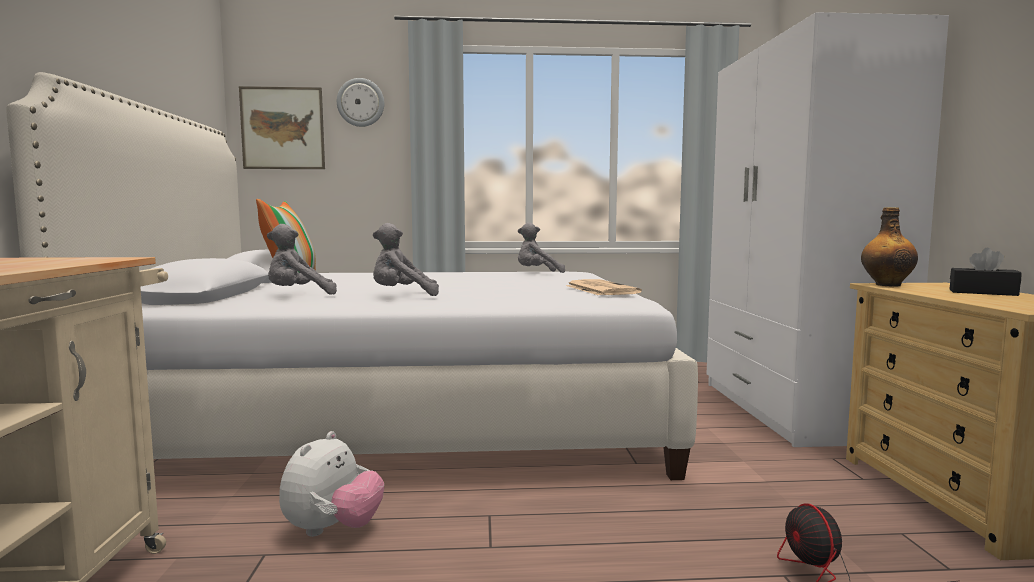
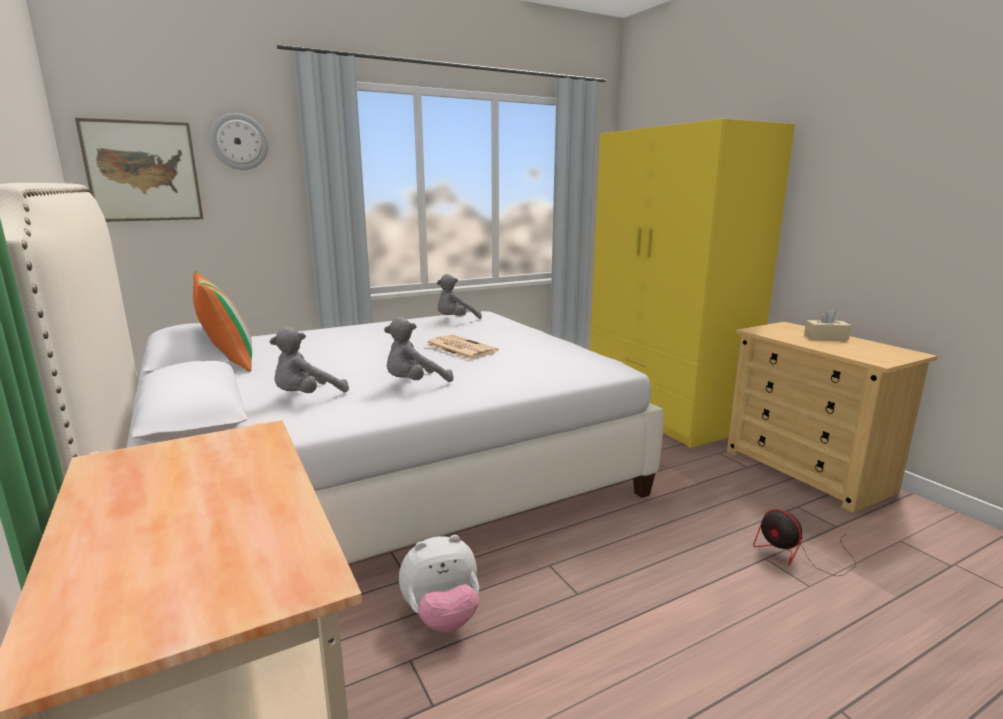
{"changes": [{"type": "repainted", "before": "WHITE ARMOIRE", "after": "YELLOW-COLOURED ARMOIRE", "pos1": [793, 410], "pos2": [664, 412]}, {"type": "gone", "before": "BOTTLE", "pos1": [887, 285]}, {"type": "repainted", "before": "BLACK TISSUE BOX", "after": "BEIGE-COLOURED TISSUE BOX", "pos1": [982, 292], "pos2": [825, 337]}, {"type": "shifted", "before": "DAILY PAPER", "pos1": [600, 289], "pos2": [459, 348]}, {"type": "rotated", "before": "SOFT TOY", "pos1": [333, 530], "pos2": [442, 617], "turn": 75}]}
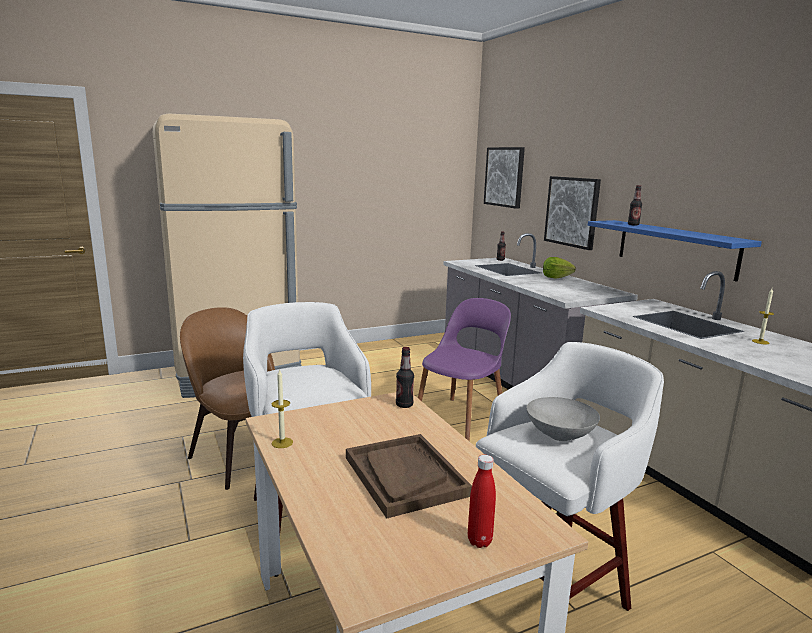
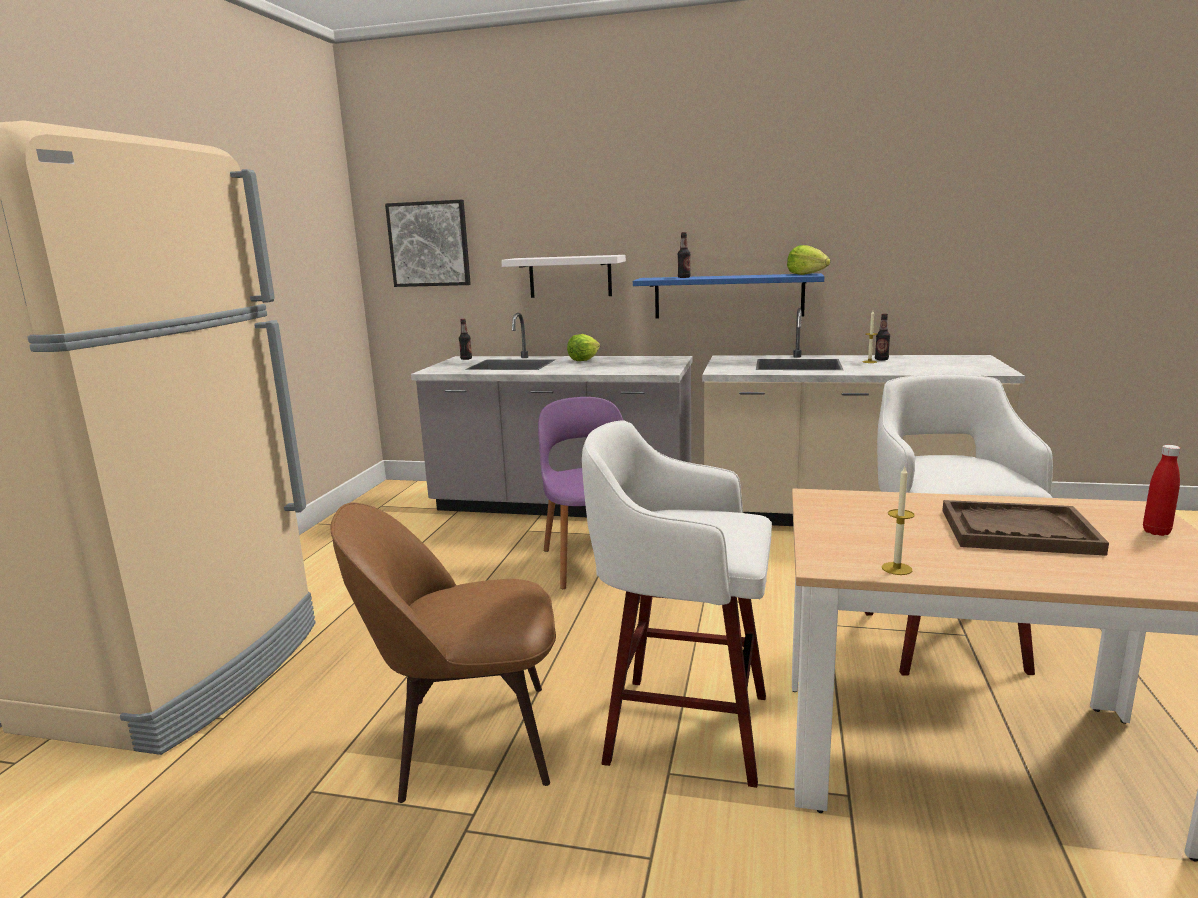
{"changes": [{"type": "swapped", "before": "WALL PICTURE", "after": "WHITE SHELF", "pos1": [572, 211], "pos2": [570, 276]}, {"type": "shifted", "before": "BOTTLE", "pos1": [404, 405], "pos2": [881, 359]}, {"type": "gone", "before": "GREY DEEP DISH", "pos1": [558, 435]}, {"type": "new", "after": "LETTUCE HEAD", "pos2": [806, 274]}]}
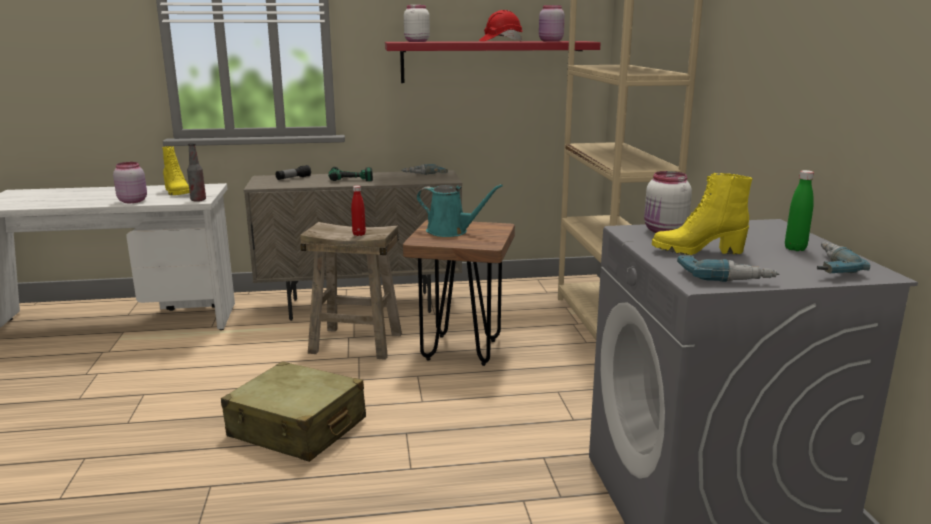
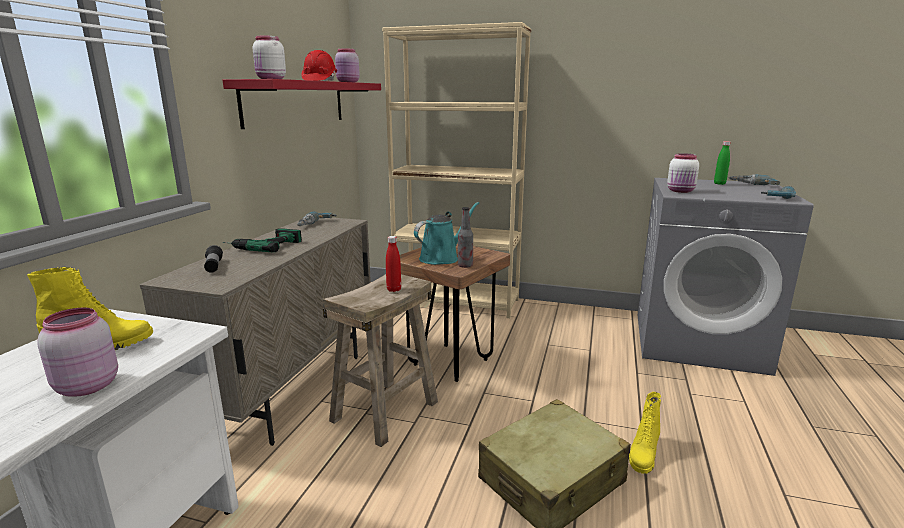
{"changes": [{"type": "shifted", "before": "BOTTLE", "pos1": [198, 200], "pos2": [465, 266]}, {"type": "shifted", "before": "YELLOW-COLOURED TALL BOOT", "pos1": [697, 251], "pos2": [643, 455]}]}
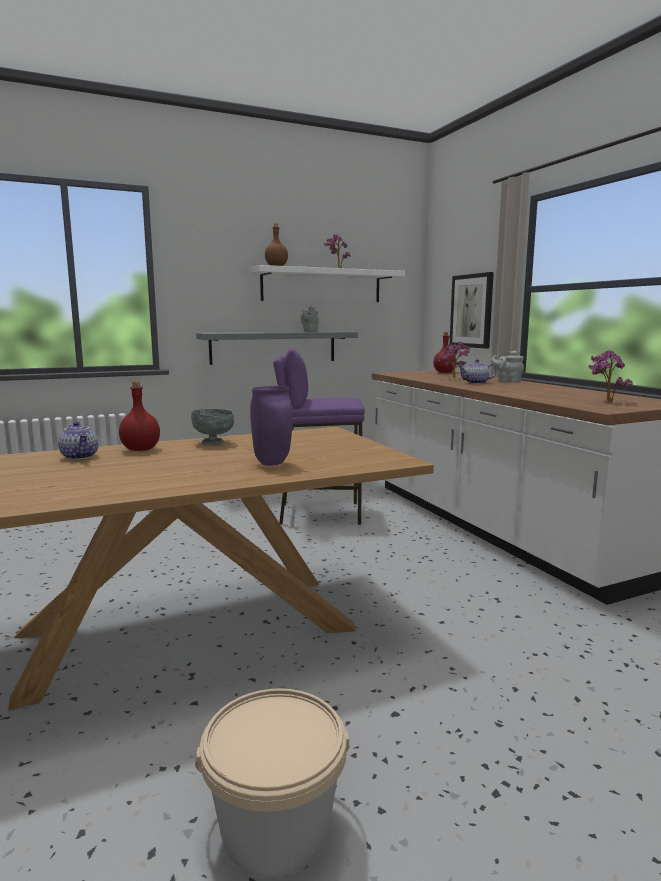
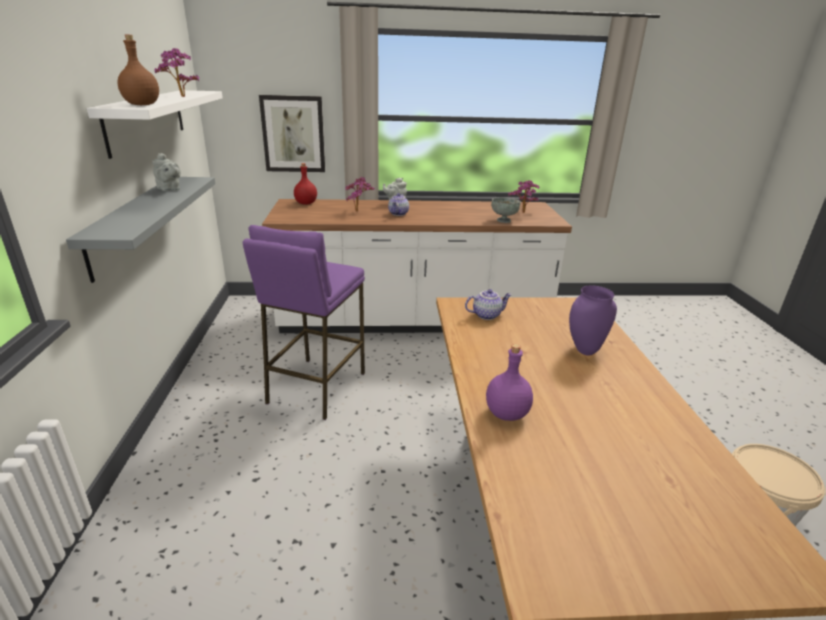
{"changes": [{"type": "repainted", "before": "RED BOTTLE", "after": "PURPLE-COLOURED BOTTLE", "pos1": [141, 449], "pos2": [506, 413]}, {"type": "shifted", "before": "GREY DEEP DISH", "pos1": [214, 443], "pos2": [503, 220]}, {"type": "shifted", "before": "TEAPOT", "pos1": [80, 457], "pos2": [486, 315]}]}
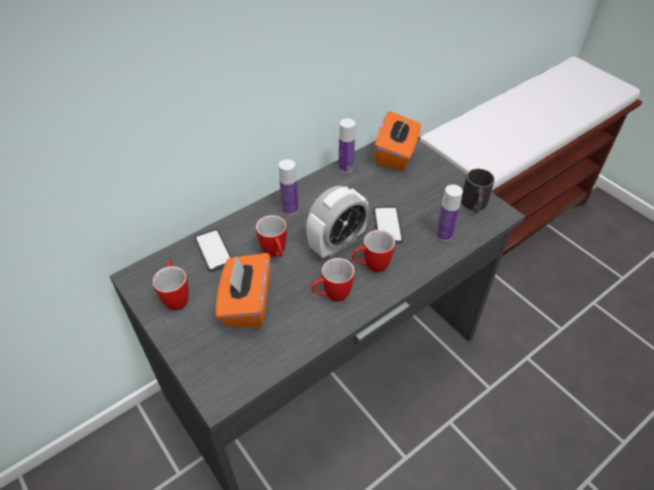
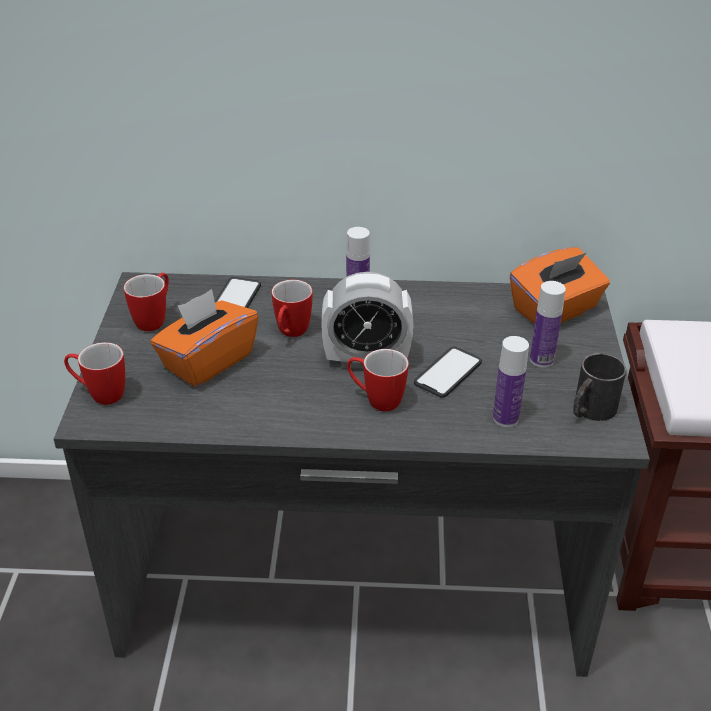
{"changes": [{"type": "shifted", "before": "BOTTLE", "pos1": [346, 167], "pos2": [541, 360]}, {"type": "shifted", "before": "TEA MUG", "pos1": [331, 296], "pos2": [100, 394]}]}
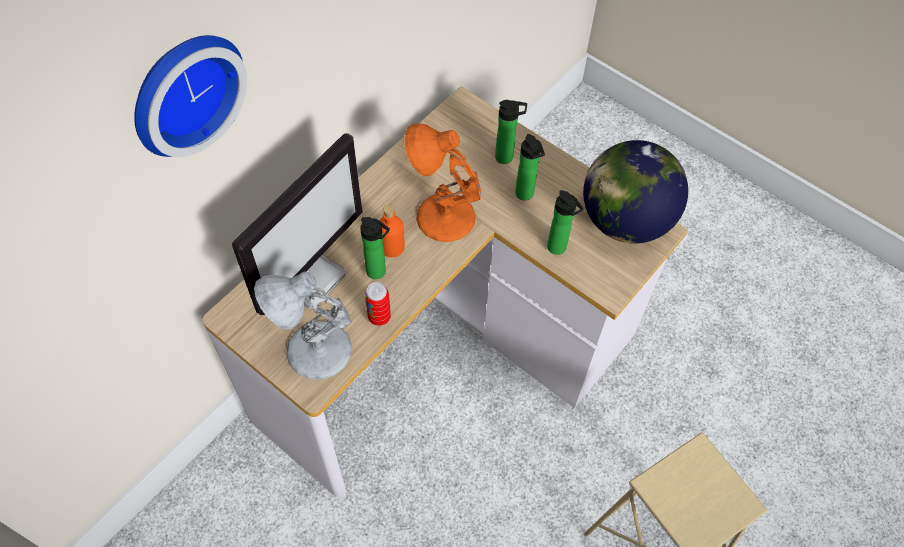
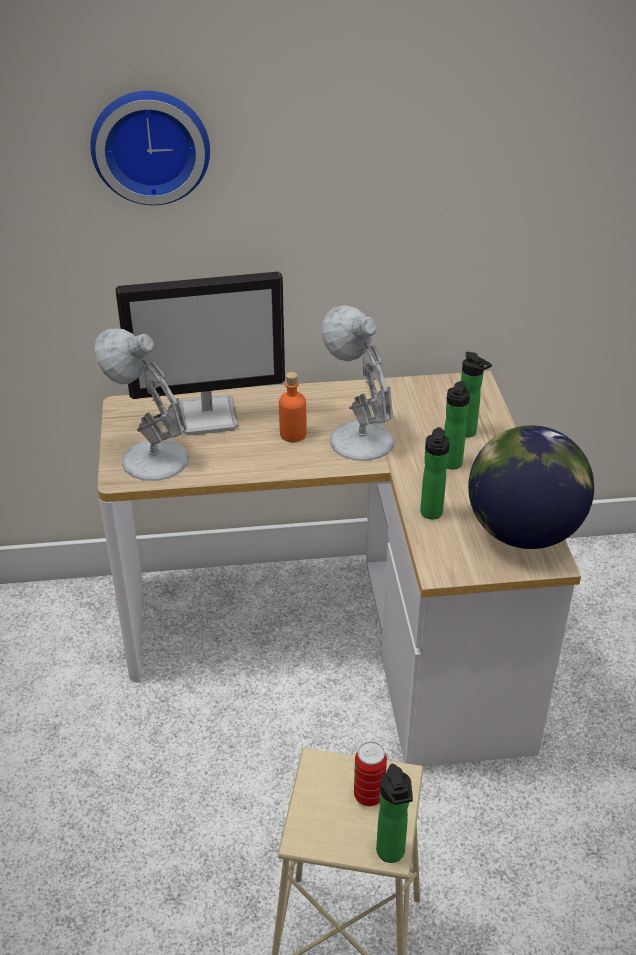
{"changes": [{"type": "repainted", "before": "ORANGE LAMP FOR A TABLE", "after": "WHITE LAMP FOR A TABLE", "pos1": [442, 217], "pos2": [359, 439]}, {"type": "shifted", "before": "BOTTLE", "pos1": [378, 273], "pos2": [391, 855]}, {"type": "shifted", "before": "METAL CAN", "pos1": [379, 317], "pos2": [369, 795]}]}
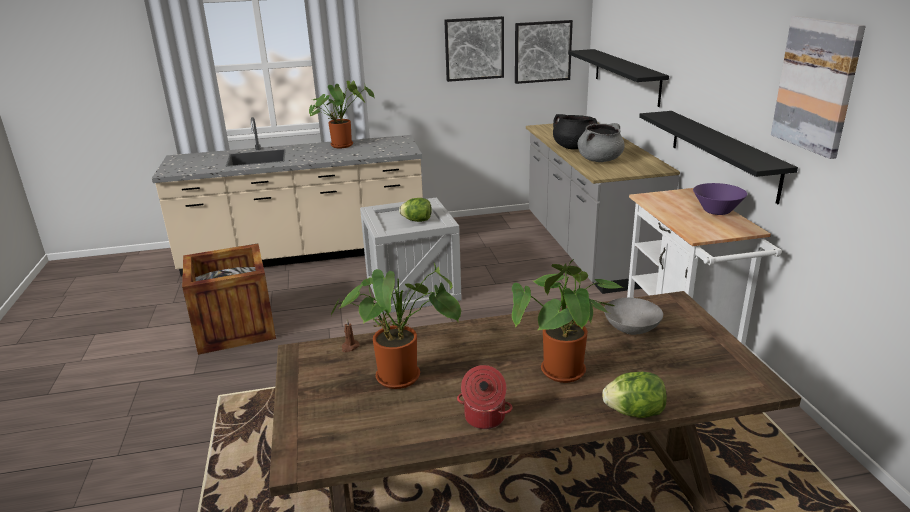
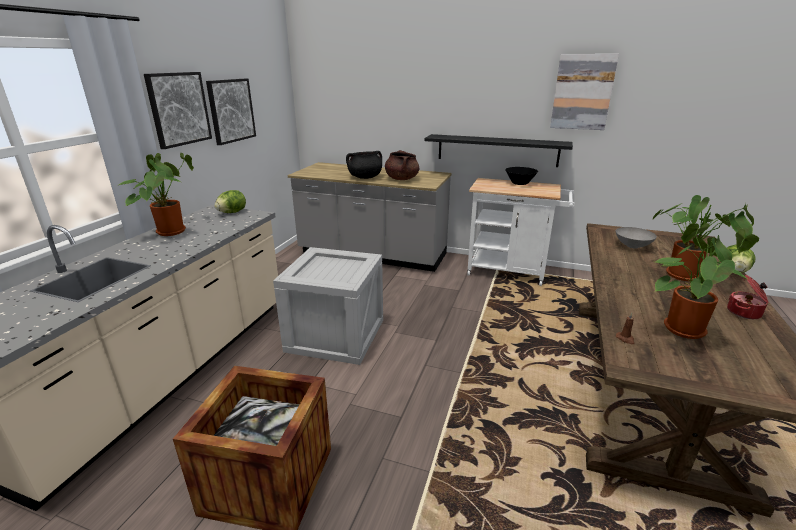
{"changes": [{"type": "shifted", "before": "WALL PICTURE", "pos1": [542, 51], "pos2": [179, 109]}, {"type": "gone", "before": "BLACK SHELF", "pos1": [626, 76]}, {"type": "repainted", "before": "GREY COOKING POT", "after": "BROWNISH COOKING POT", "pos1": [600, 160], "pos2": [401, 179]}, {"type": "repainted", "before": "PURPLE-COLOURED DEEP DISH", "after": "BLACK DEEP DISH", "pos1": [716, 211], "pos2": [520, 183]}, {"type": "shifted", "before": "LETTUCE HEAD", "pos1": [417, 220], "pos2": [232, 212]}]}
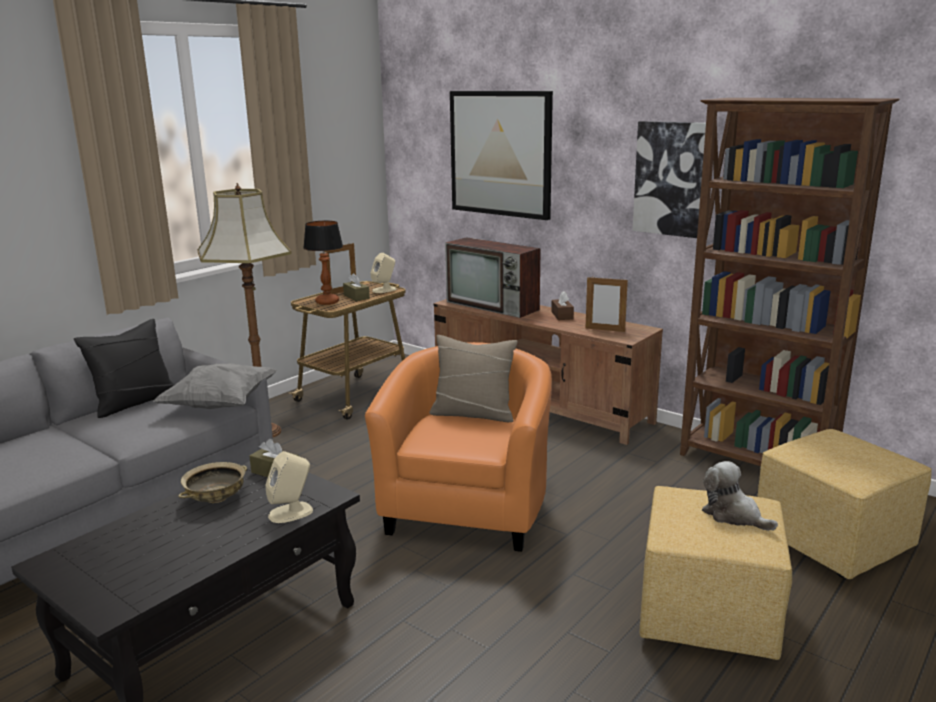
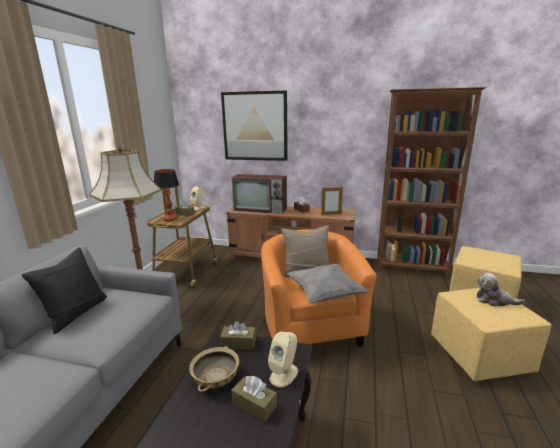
{"changes": [{"type": "gone", "before": "WALL PICTURE", "pos1": [671, 179]}, {"type": "shifted", "before": "GREY CUSHION", "pos1": [220, 405], "pos2": [325, 294]}, {"type": "new", "after": "BROWNISH TISSUE BOX", "pos2": [254, 405]}]}
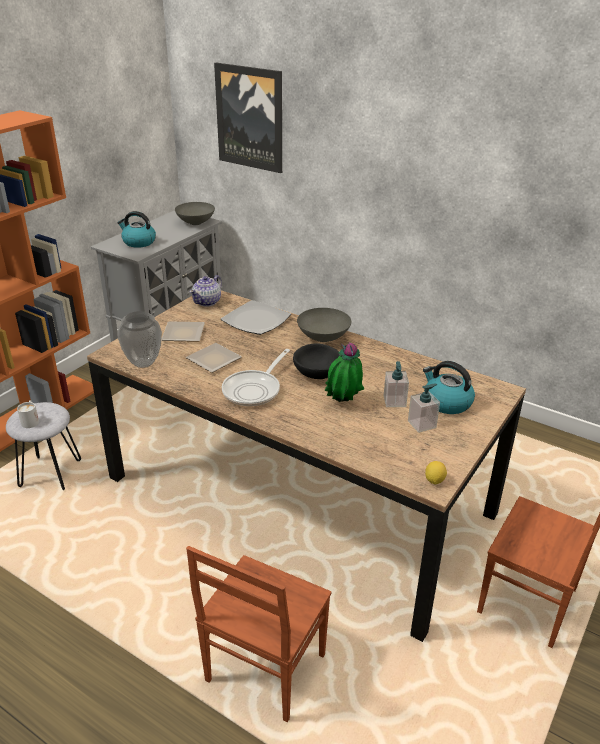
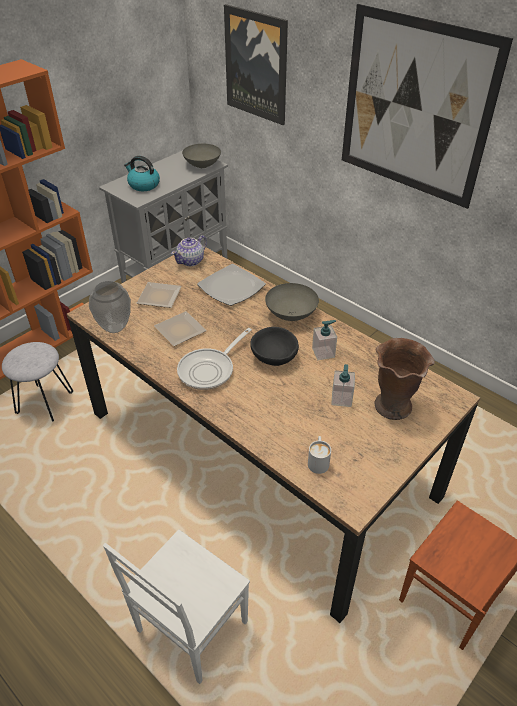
{"changes": [{"type": "gone", "before": "HOUSEPLANT", "pos1": [343, 403]}, {"type": "swapped", "before": "TEA KETTLE", "after": "BROWNISH DECORATIVE VASE", "pos1": [446, 402], "pos2": [393, 406]}, {"type": "shifted", "before": "SOAP DISPENSER", "pos1": [422, 424], "pos2": [323, 353]}, {"type": "shifted", "before": "WHITE TEA MUG", "pos1": [31, 420], "pos2": [318, 460]}, {"type": "gone", "before": "CITRUS FRUIT", "pos1": [434, 480]}, {"type": "repainted", "before": "BROWNISH PLAIN CHAIR", "after": "WHITE PLAIN CHAIR", "pos1": [263, 669], "pos2": [190, 627]}, {"type": "new", "after": "WALL PICTURE", "pos2": [414, 108]}]}
